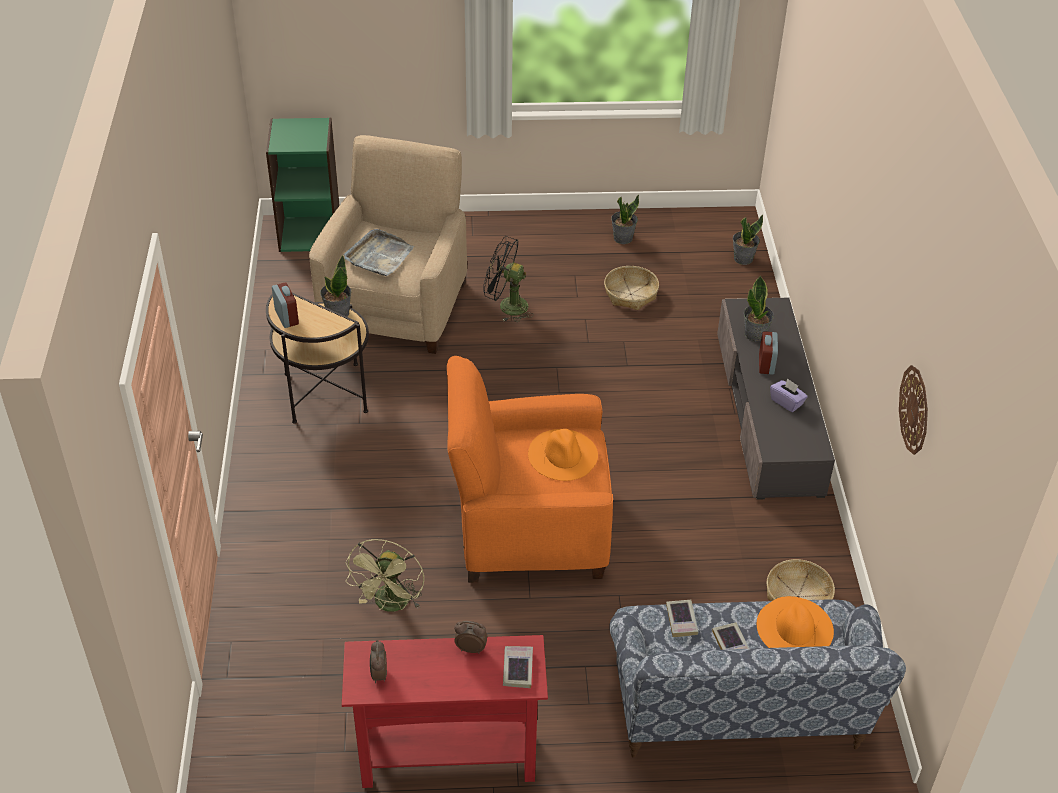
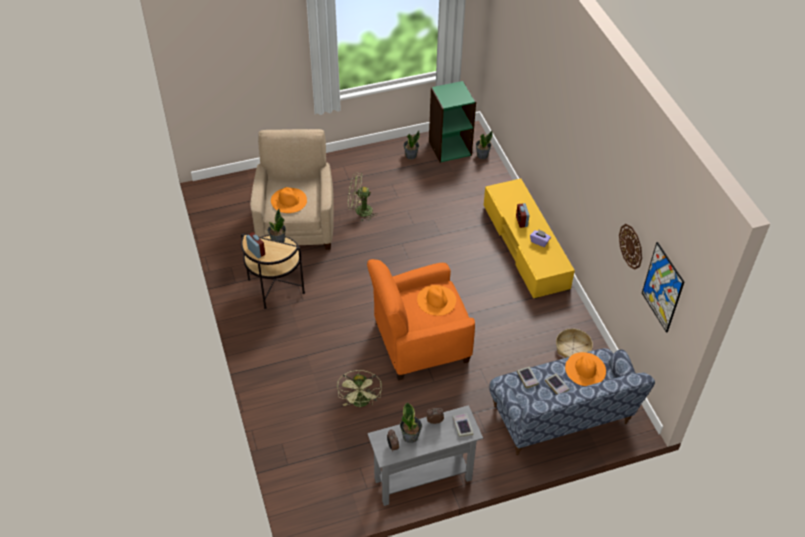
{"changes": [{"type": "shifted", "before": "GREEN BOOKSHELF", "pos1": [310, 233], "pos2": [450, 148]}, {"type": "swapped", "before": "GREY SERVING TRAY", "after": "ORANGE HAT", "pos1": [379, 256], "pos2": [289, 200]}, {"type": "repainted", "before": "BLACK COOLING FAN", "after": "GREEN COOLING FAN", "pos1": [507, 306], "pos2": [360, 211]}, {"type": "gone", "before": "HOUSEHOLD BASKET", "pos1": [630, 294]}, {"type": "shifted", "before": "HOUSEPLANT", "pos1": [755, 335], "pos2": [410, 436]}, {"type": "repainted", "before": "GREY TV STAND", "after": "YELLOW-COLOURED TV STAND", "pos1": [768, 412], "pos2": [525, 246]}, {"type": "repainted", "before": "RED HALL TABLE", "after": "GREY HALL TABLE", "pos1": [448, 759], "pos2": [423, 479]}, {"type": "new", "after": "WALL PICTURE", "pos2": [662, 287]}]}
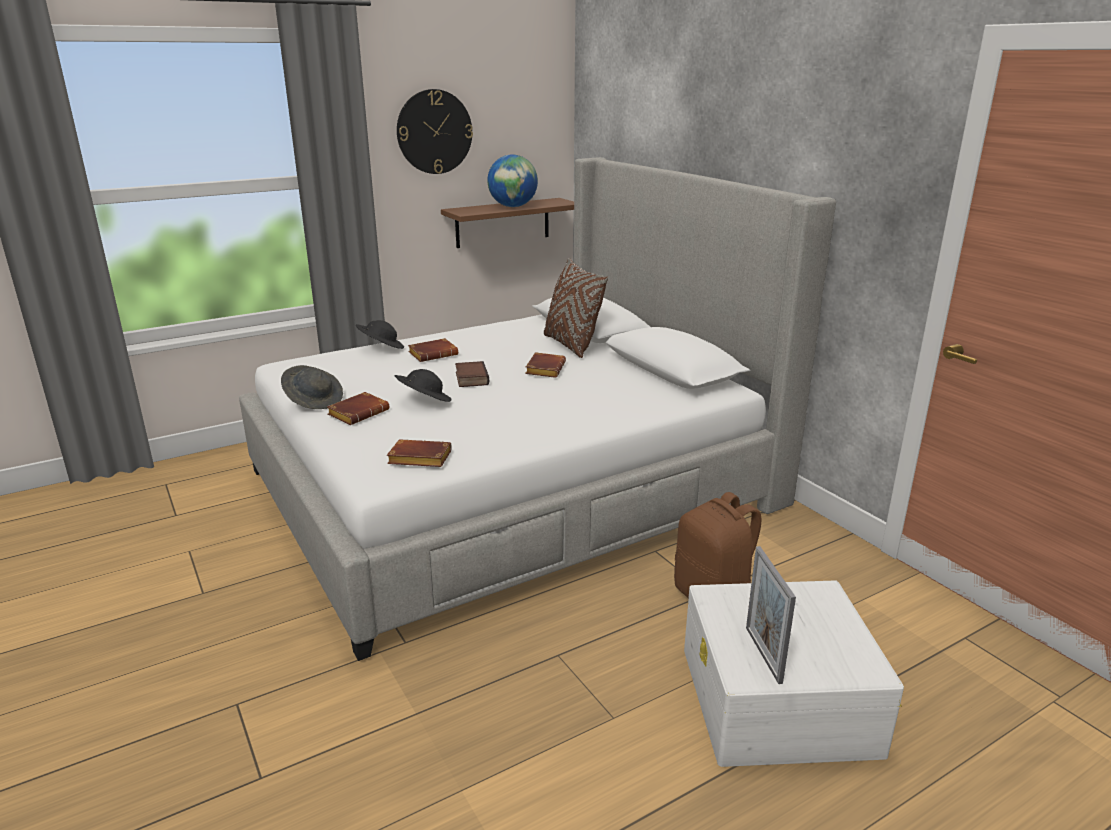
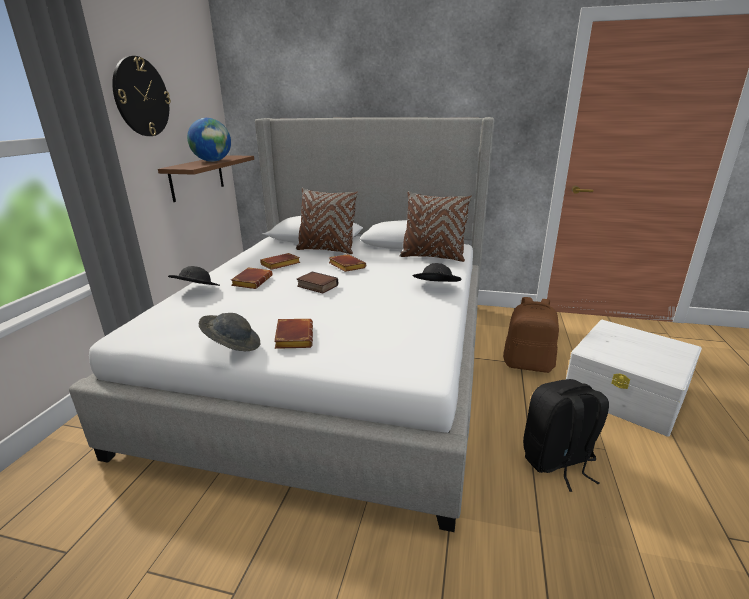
{"changes": [{"type": "shifted", "before": "BLACK HAT", "pos1": [423, 401], "pos2": [435, 288]}, {"type": "shifted", "before": "BROWNISH BOOK", "pos1": [418, 459], "pos2": [280, 265]}, {"type": "gone", "before": "STANDING FRAME", "pos1": [763, 654]}, {"type": "new", "after": "BROWNISH CUSHION", "pos2": [433, 257]}, {"type": "new", "after": "BLACK BACKPACK", "pos2": [557, 461]}]}
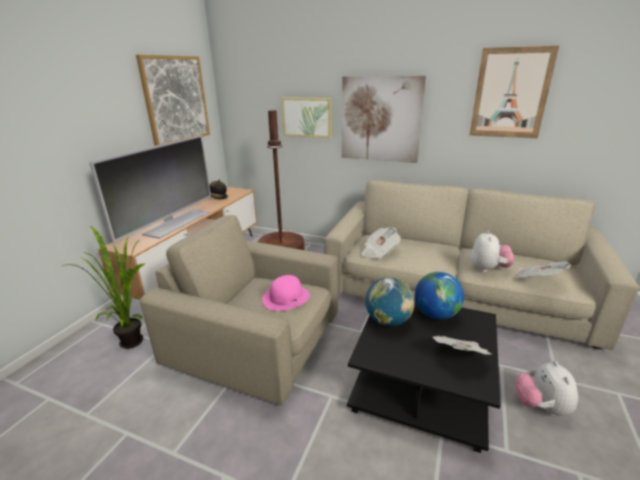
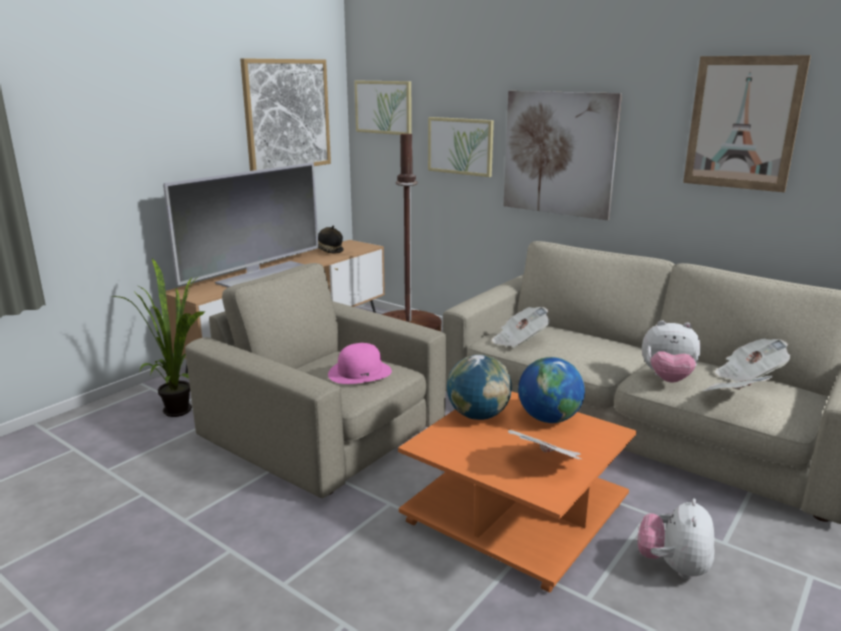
{"changes": [{"type": "rotated", "before": "SOFT TOY", "pos1": [488, 269], "pos2": [667, 379], "turn": 75}, {"type": "repainted", "before": "BLACK LOW TABLE", "after": "ORANGE LOW TABLE", "pos1": [422, 384], "pos2": [518, 513]}, {"type": "new", "after": "WALL PICTURE", "pos2": [383, 107]}, {"type": "new", "after": "DAILY PAPER", "pos2": [748, 376]}]}
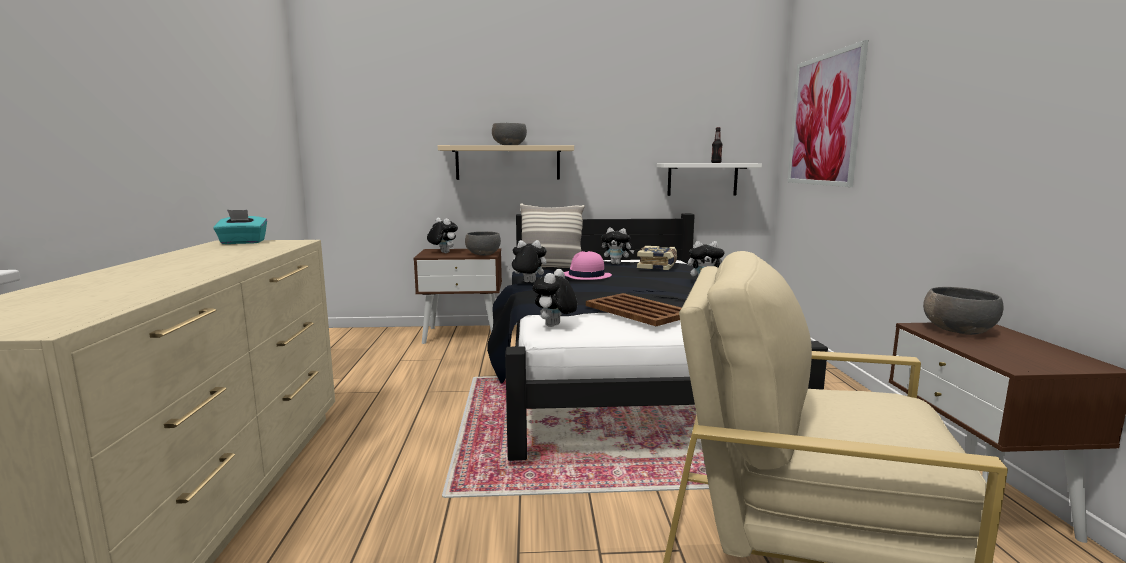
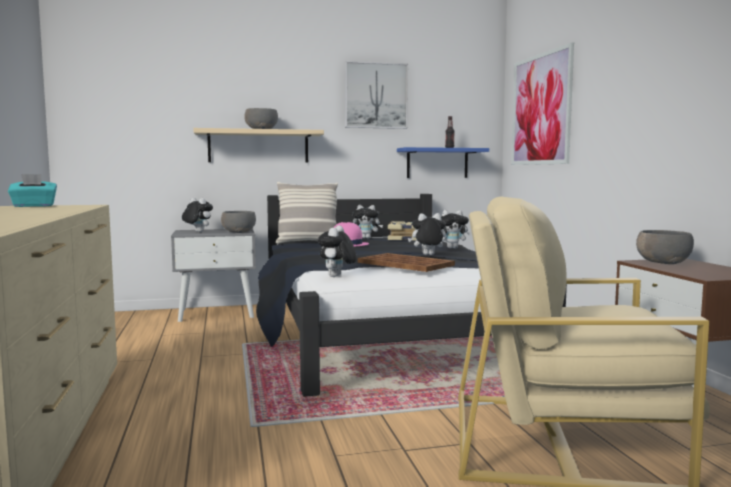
{"changes": [{"type": "repainted", "before": "WHITE SHELF", "after": "BLUISH SHELF", "pos1": [702, 179], "pos2": [437, 163]}, {"type": "shifted", "before": "SOFT TOY", "pos1": [528, 282], "pos2": [427, 255]}, {"type": "repainted", "before": "BROWNISH NIGHT TABLE", "after": "GREY NIGHT TABLE", "pos1": [463, 334], "pos2": [217, 313]}, {"type": "new", "after": "WALL PICTURE", "pos2": [376, 95]}]}
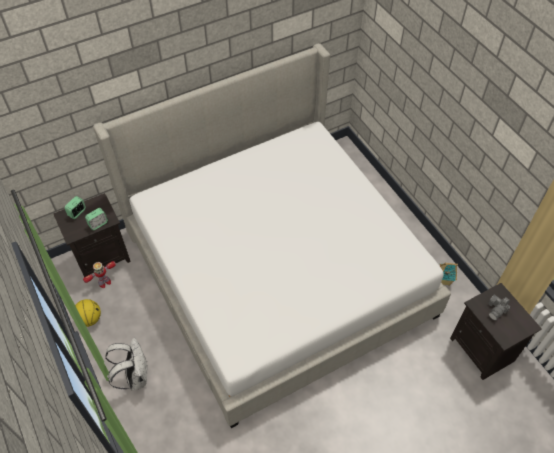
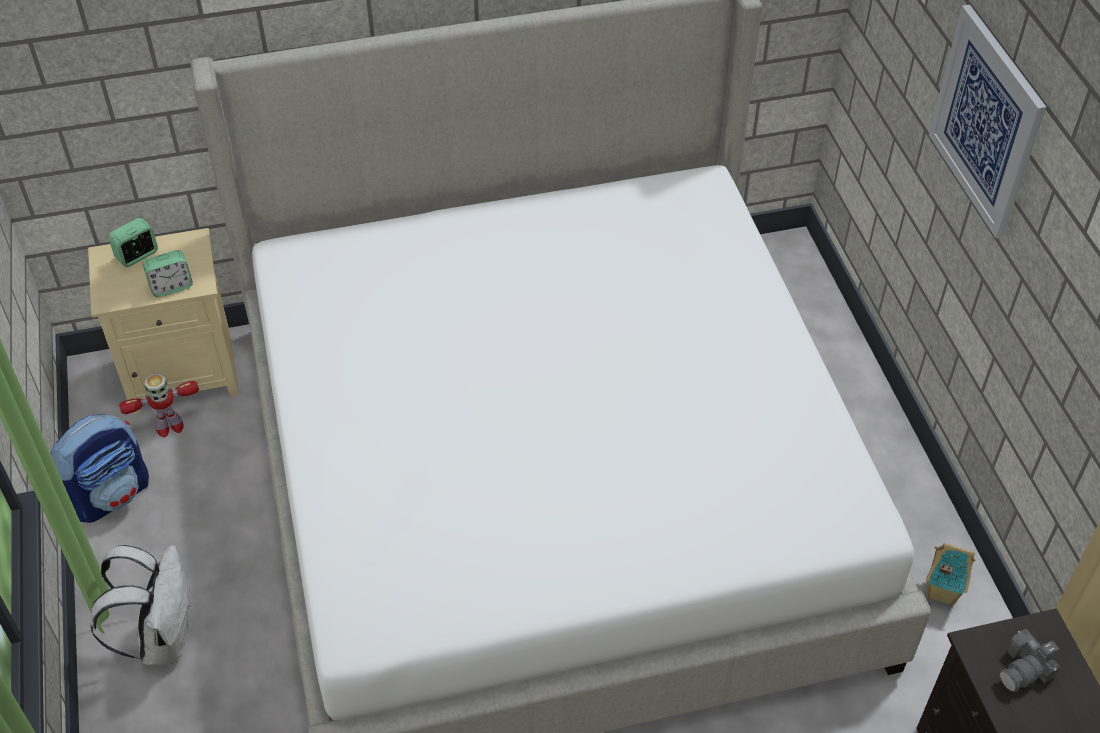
{"changes": [{"type": "repainted", "before": "BLACK NIGHT TABLE", "after": "BEIGE-COLOURED NIGHT TABLE", "pos1": [102, 256], "pos2": [184, 372]}, {"type": "swapped", "before": "BALL FOR BASKETBALL", "after": "BACKPACK", "pos1": [89, 319], "pos2": [111, 494]}, {"type": "new", "after": "WALL PICTURE", "pos2": [986, 121]}]}
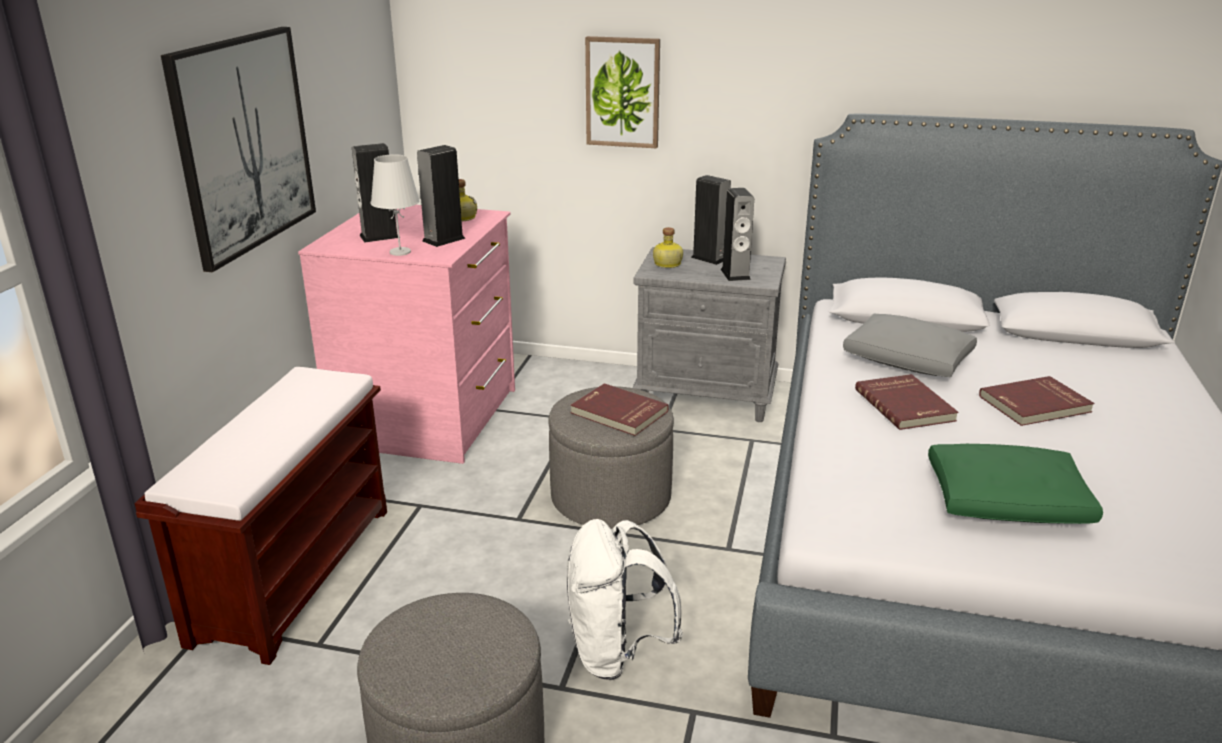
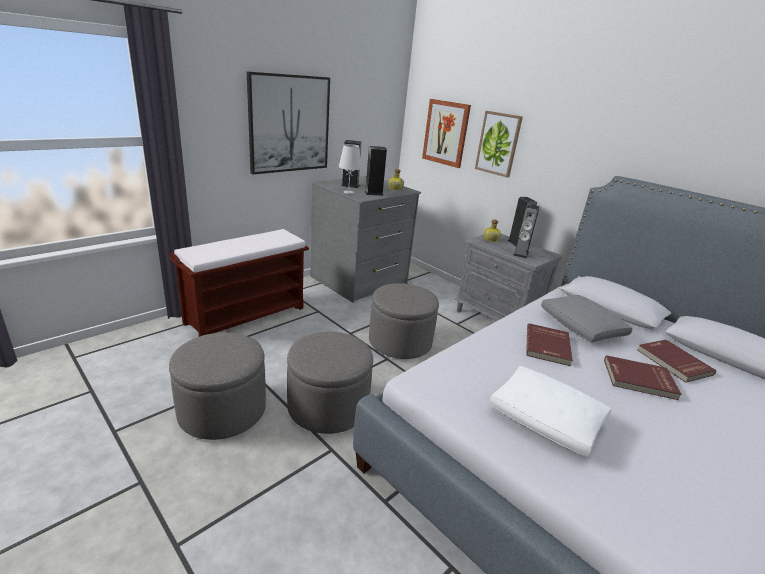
{"changes": [{"type": "repainted", "before": "PINK CHEST OF DRAWERS", "after": "GREY CHEST OF DRAWERS", "pos1": [429, 417], "pos2": [360, 280]}, {"type": "shifted", "before": "RED BOOK", "pos1": [618, 413], "pos2": [673, 362]}, {"type": "repainted", "before": "GREEN CUSHION", "after": "WHITE CUSHION", "pos1": [1008, 502], "pos2": [546, 419]}, {"type": "swapped", "before": "WHITE BACKPACK", "after": "GREY OTTOMAN", "pos1": [617, 653], "pos2": [328, 406]}, {"type": "new", "after": "WALL PICTURE", "pos2": [446, 133]}]}
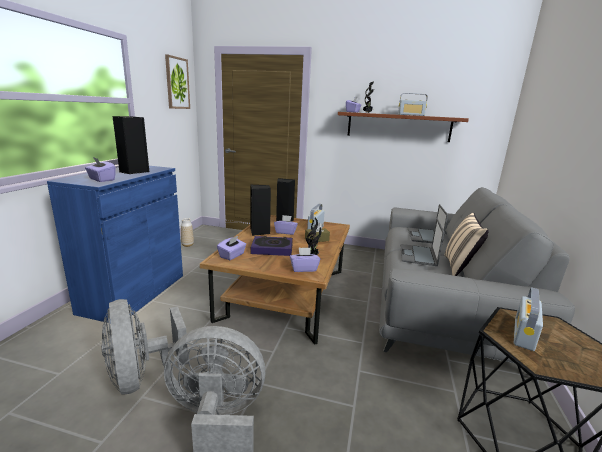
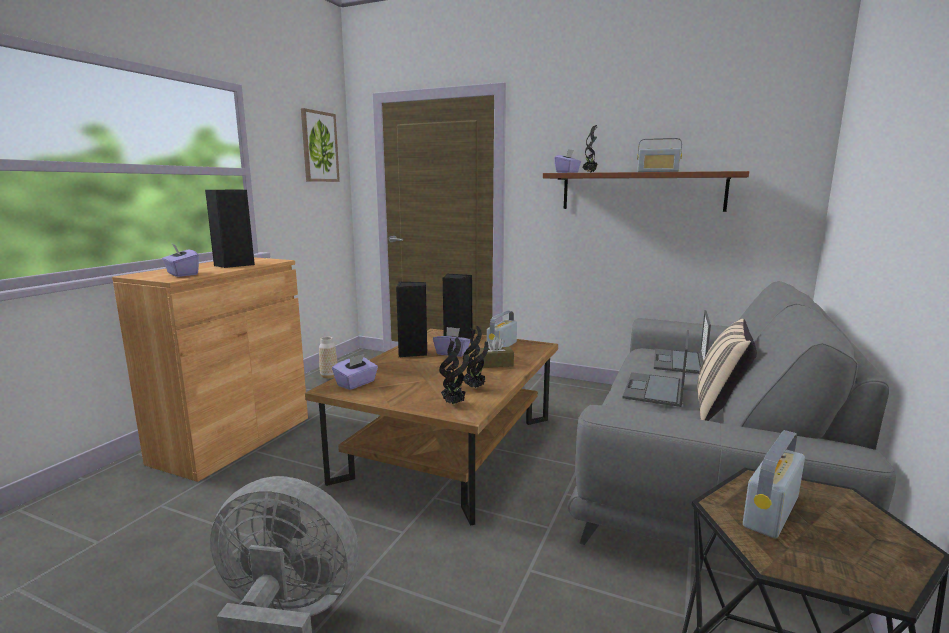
{"changes": [{"type": "repainted", "before": "BLUISH CABINET", "after": "BROWNISH CABINET", "pos1": [134, 293], "pos2": [233, 439]}, {"type": "gone", "before": "BOOK", "pos1": [272, 249]}, {"type": "swapped", "before": "PURPLE-COLOURED TISSUE BOX", "after": "HOUSEPLANT", "pos1": [304, 268], "pos2": [454, 404]}, {"type": "gone", "before": "GREY COOLING FAN", "pos1": [141, 375]}]}
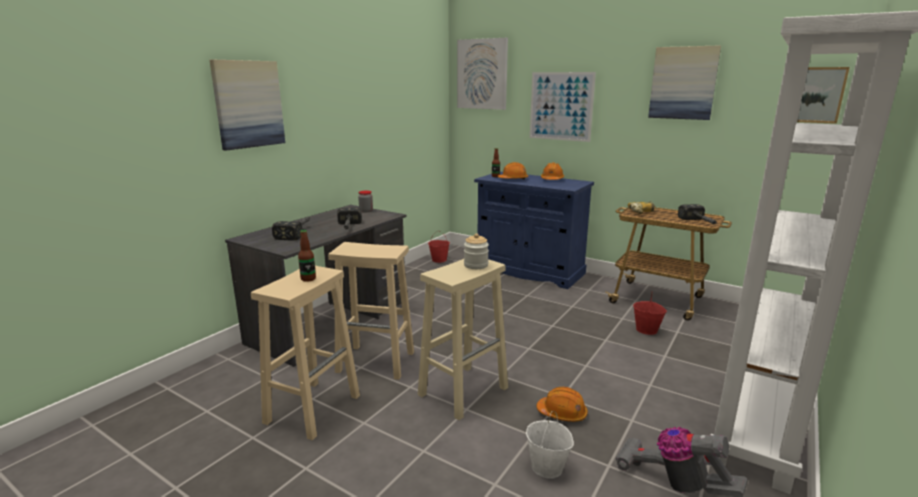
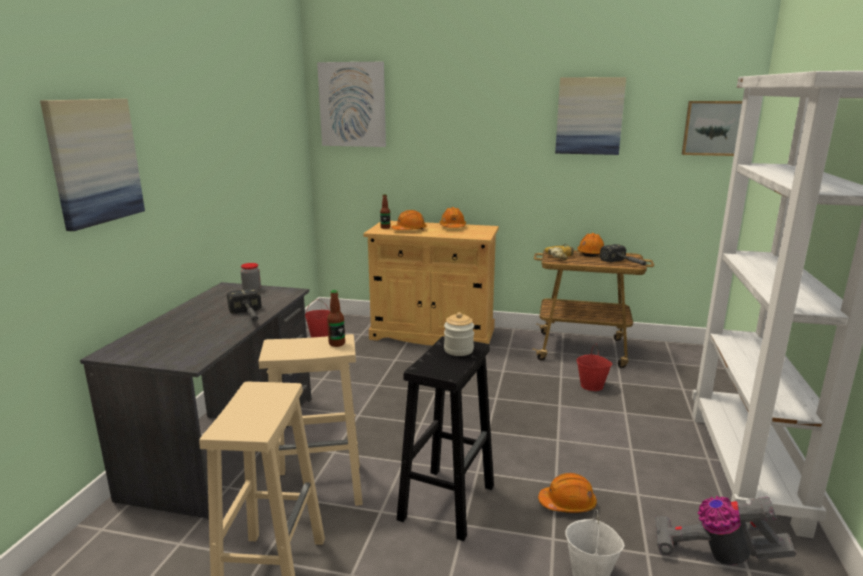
{"changes": [{"type": "gone", "before": "WALL PICTURE", "pos1": [561, 106]}, {"type": "repainted", "before": "BLUISH CABINET", "after": "BEIGE-COLOURED CABINET", "pos1": [529, 271], "pos2": [432, 334]}, {"type": "gone", "before": "HAND HAMMER", "pos1": [298, 232]}, {"type": "shifted", "before": "BOTTLE", "pos1": [308, 279], "pos2": [337, 344]}, {"type": "repainted", "before": "BEIGE-COLOURED STOOL", "after": "BLACK STOOL", "pos1": [464, 390], "pos2": [447, 501]}, {"type": "new", "after": "ORANGE WORK HELMET", "pos2": [591, 253]}]}
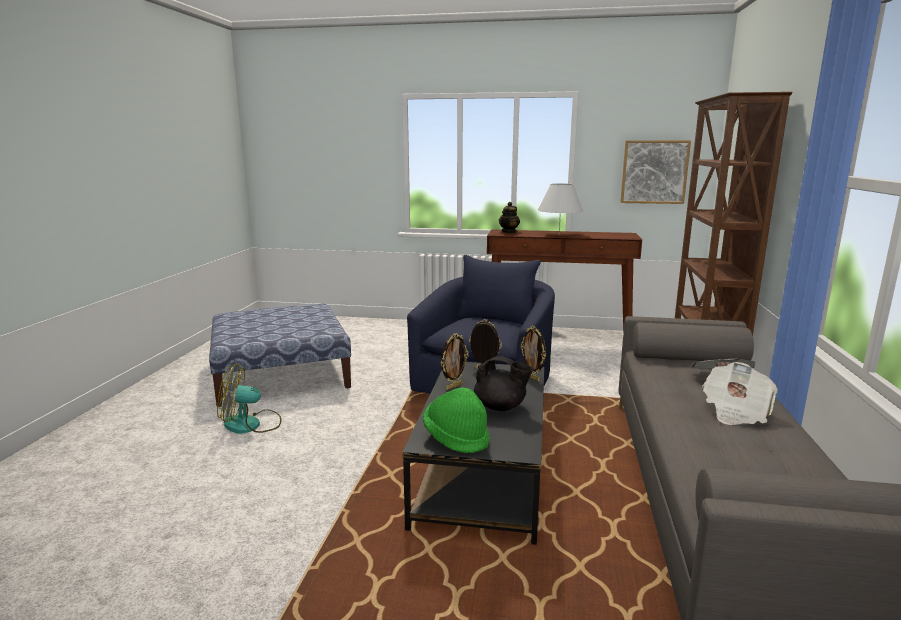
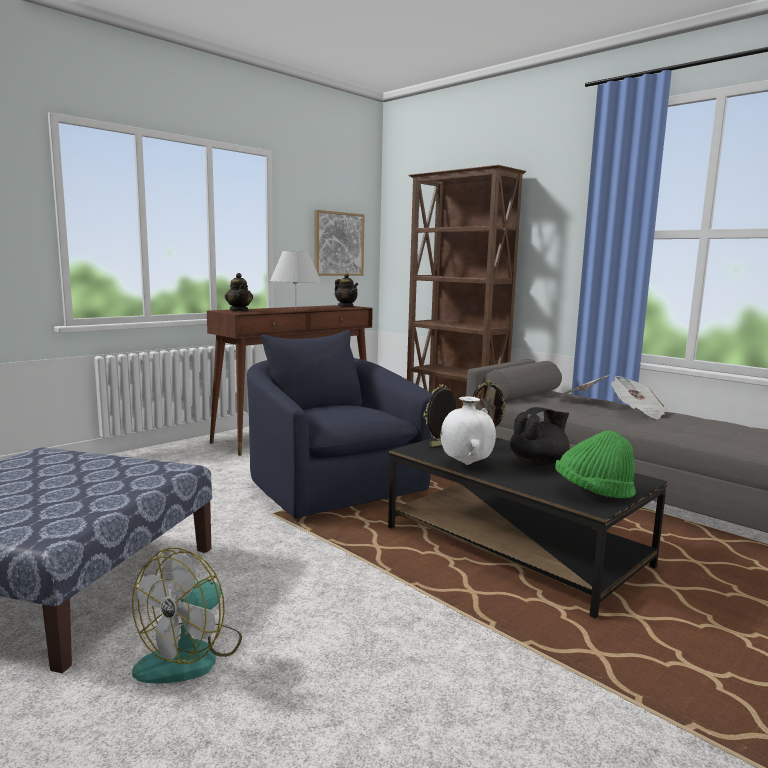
{"changes": [{"type": "swapped", "before": "STANDING FRAME", "after": "WHITE DECORATIVE VASE", "pos1": [453, 386], "pos2": [466, 464]}, {"type": "new", "after": "TEAPOT", "pos2": [346, 306]}]}
